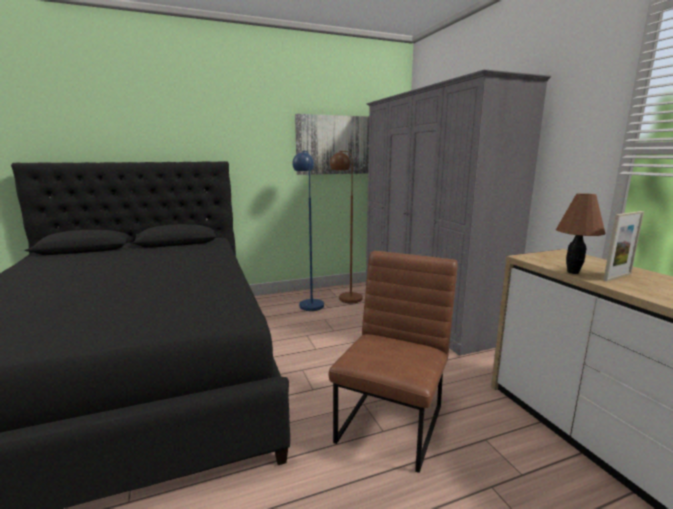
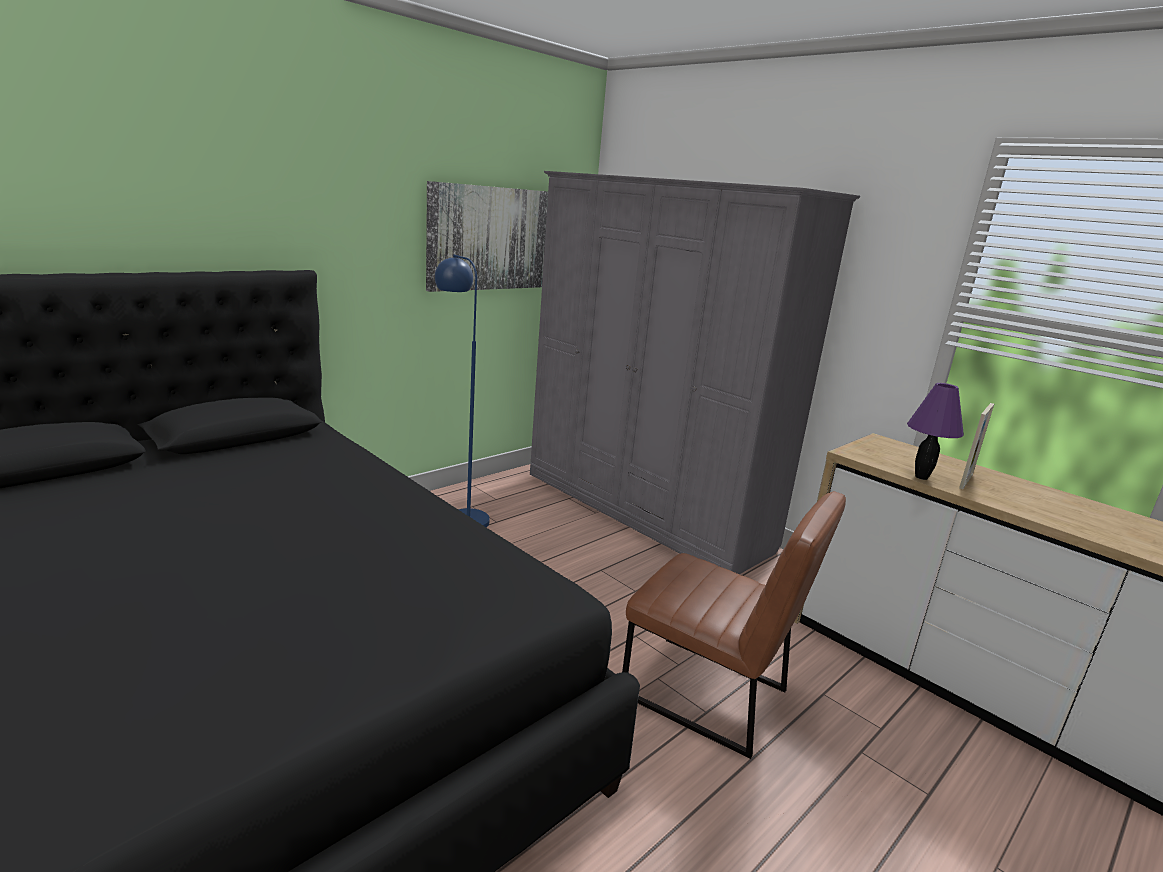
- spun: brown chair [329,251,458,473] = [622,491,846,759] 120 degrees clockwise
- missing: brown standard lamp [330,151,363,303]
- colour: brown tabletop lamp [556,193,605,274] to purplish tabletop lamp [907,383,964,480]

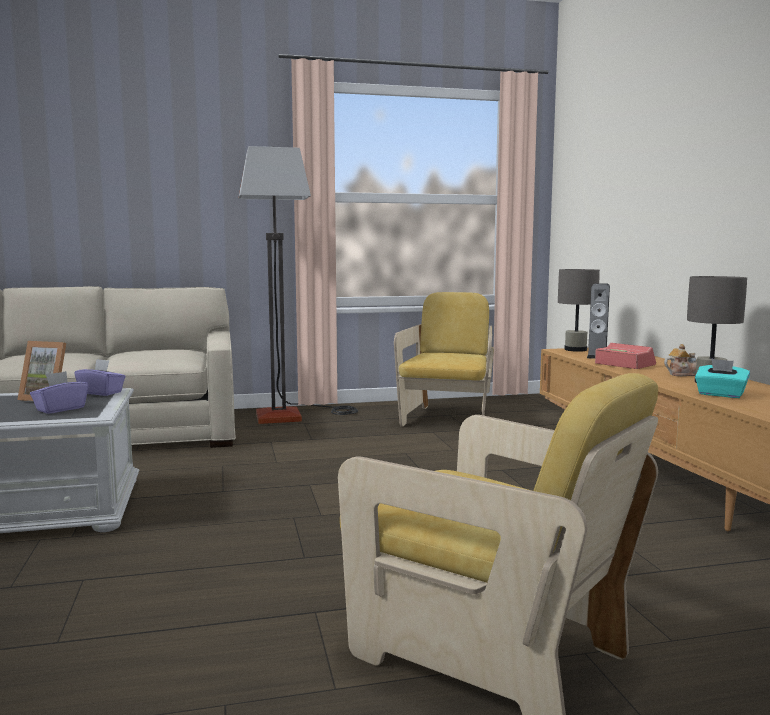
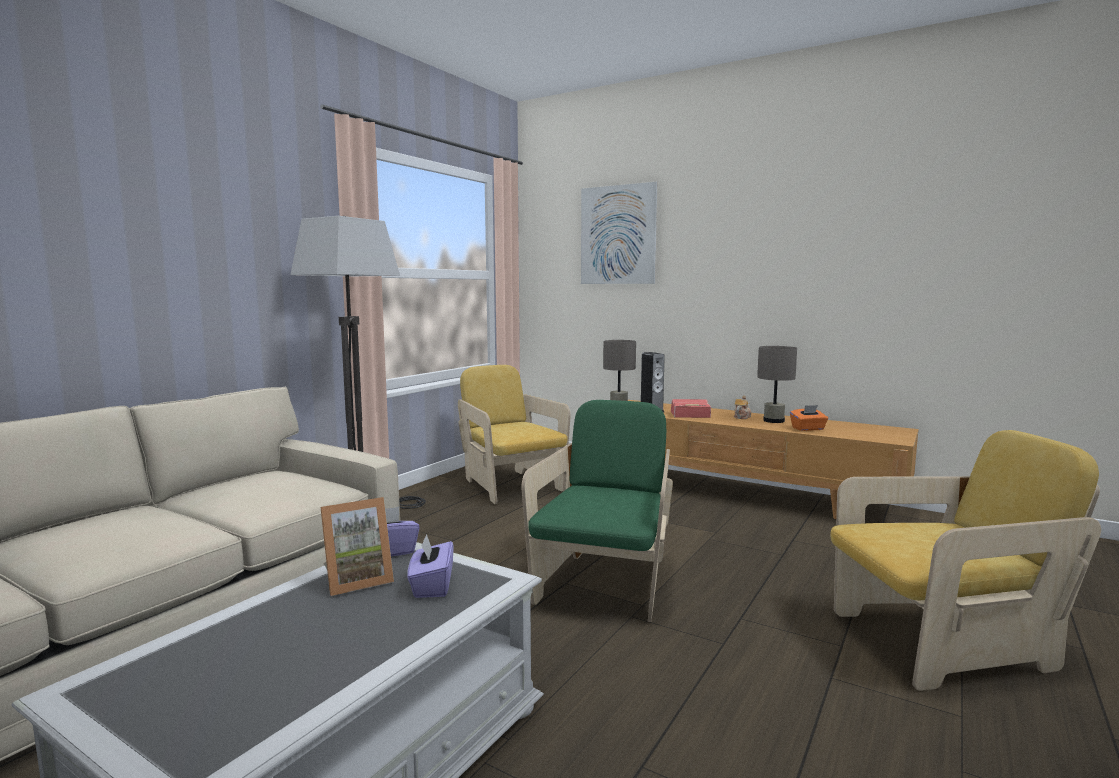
- colour: turquoise tissue box [695,359,750,398] to orange tissue box [790,405,828,431]
- appeared: green lounge chair [522,400,673,622]
- appeared: picture [581,182,657,284]

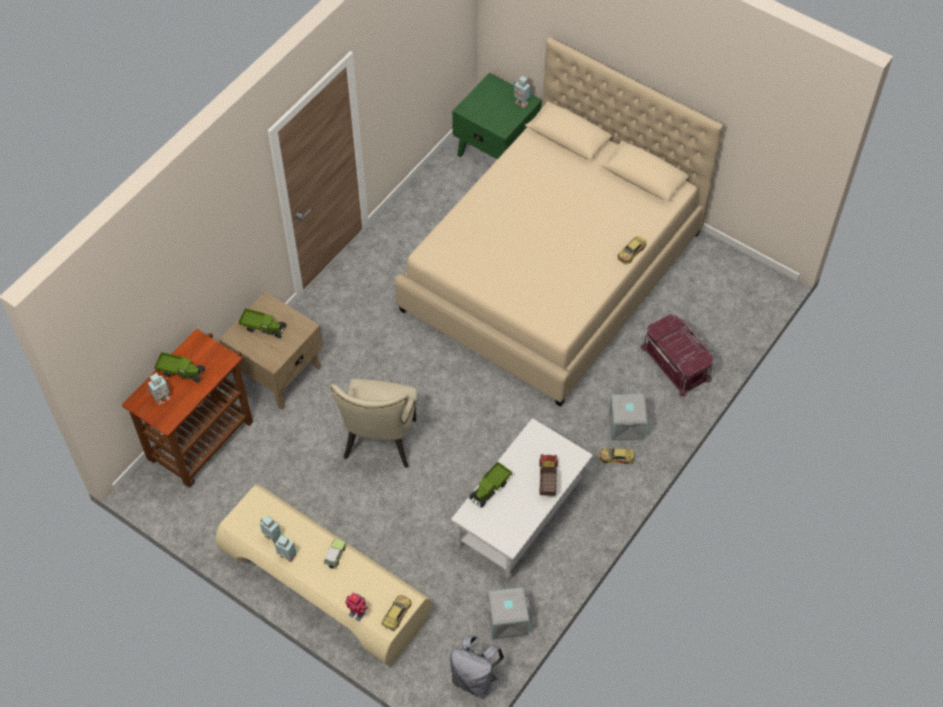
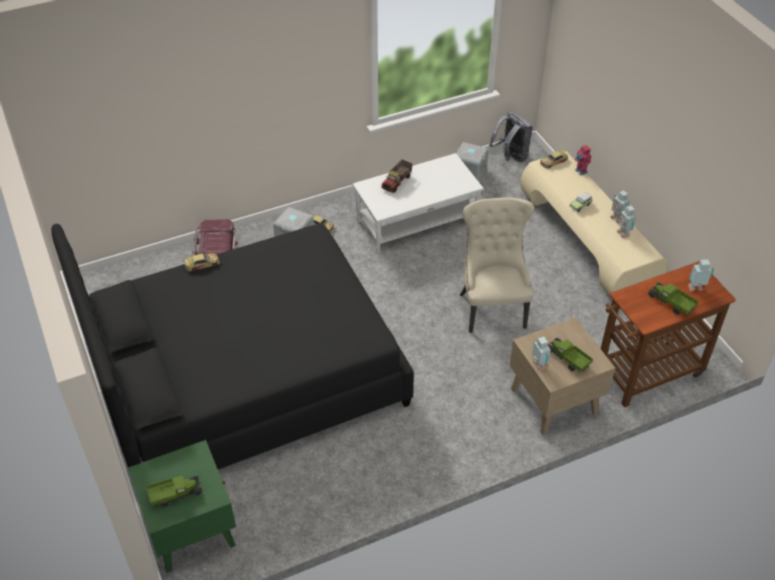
- spun: sand-coloured chair [330,379,417,468] = [460,198,534,333] 45 degrees counterclockwise
- colour: sand-coloured bedroom bed [395,38,723,407] to blackish bedroom bed [51,224,414,469]
- relocated: toy lorry [469,462,512,508] to [146,476,203,507]
- relocated: toy robot [514,76,531,109] to [532,337,551,371]

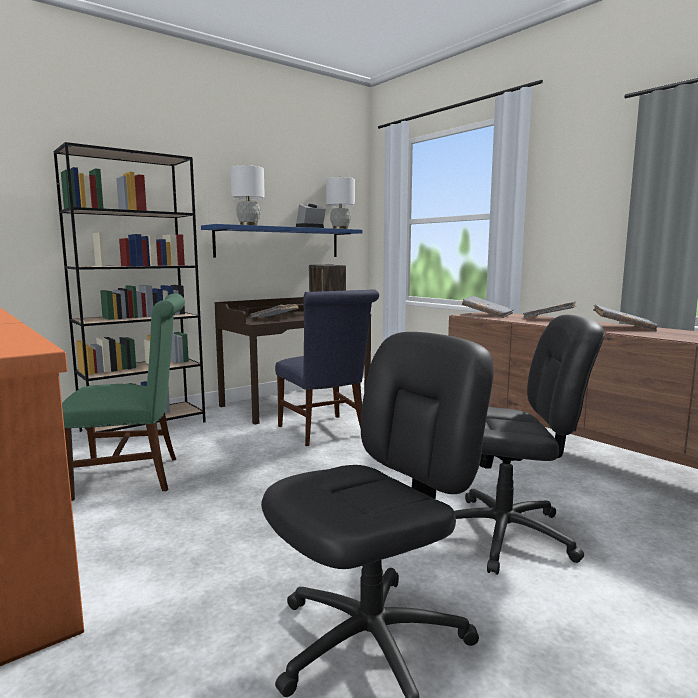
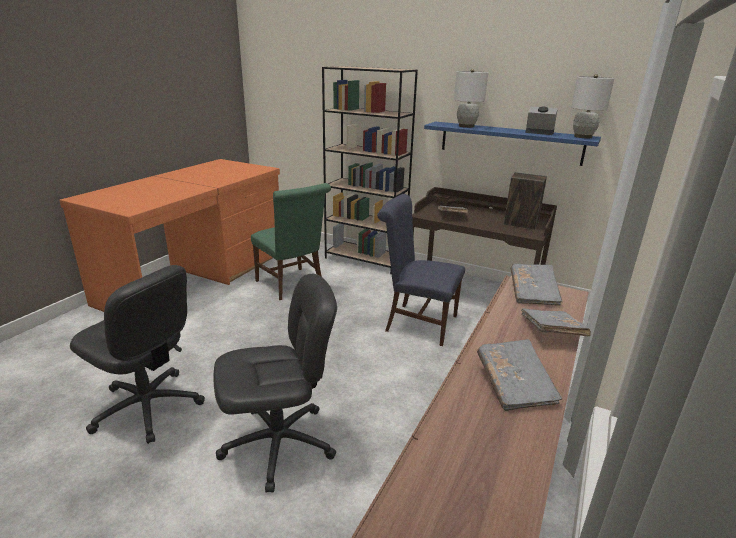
- spun: bluish chair [275,289,379,446] = [377,194,465,346] 75 degrees clockwise
- spun: blackish computer chair [454,315,605,575] = [213,274,337,493] 90 degrees counterclockwise

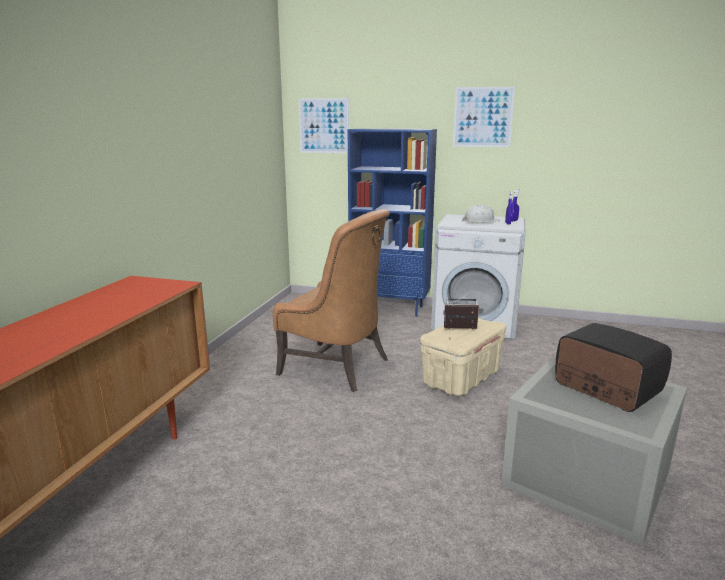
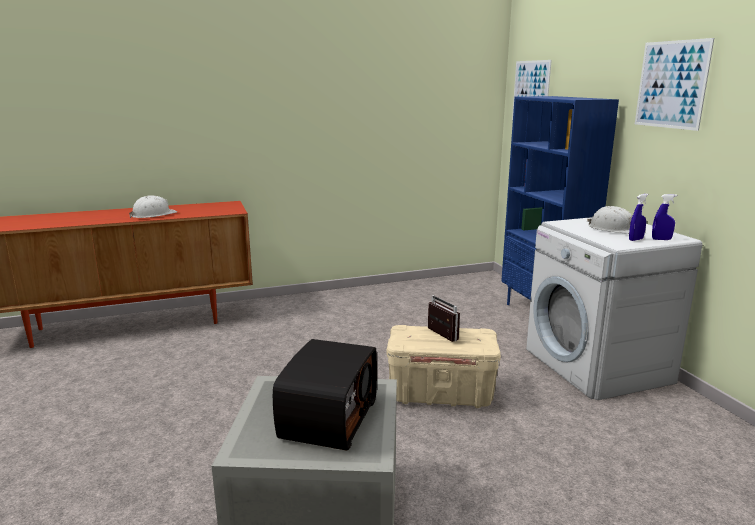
- missing: brown chair [273,209,390,392]
- appeared: white work helmet [129,195,177,218]

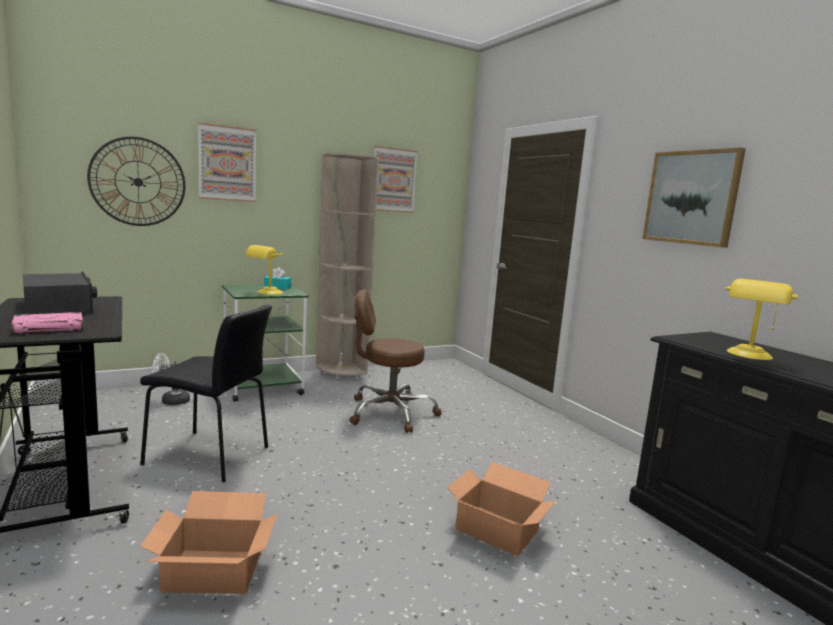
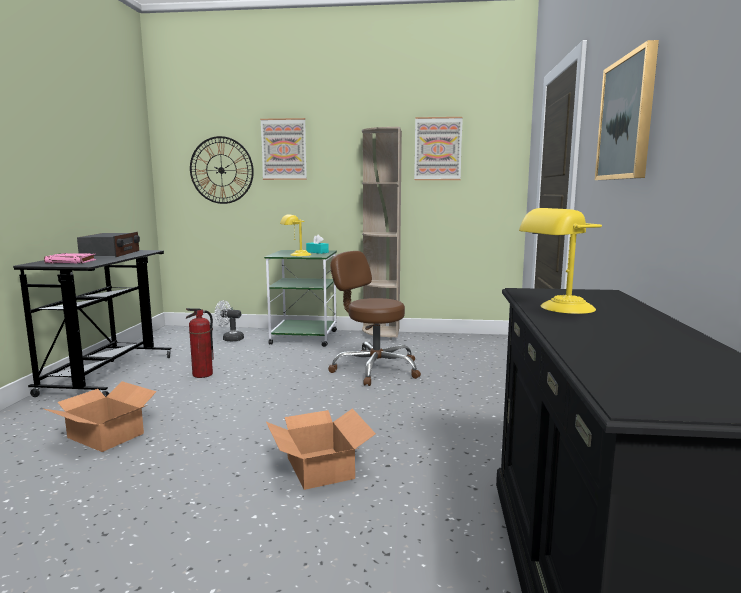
- exchanged: blackish chair [140,305,272,482] to extinguisher [186,308,214,378]

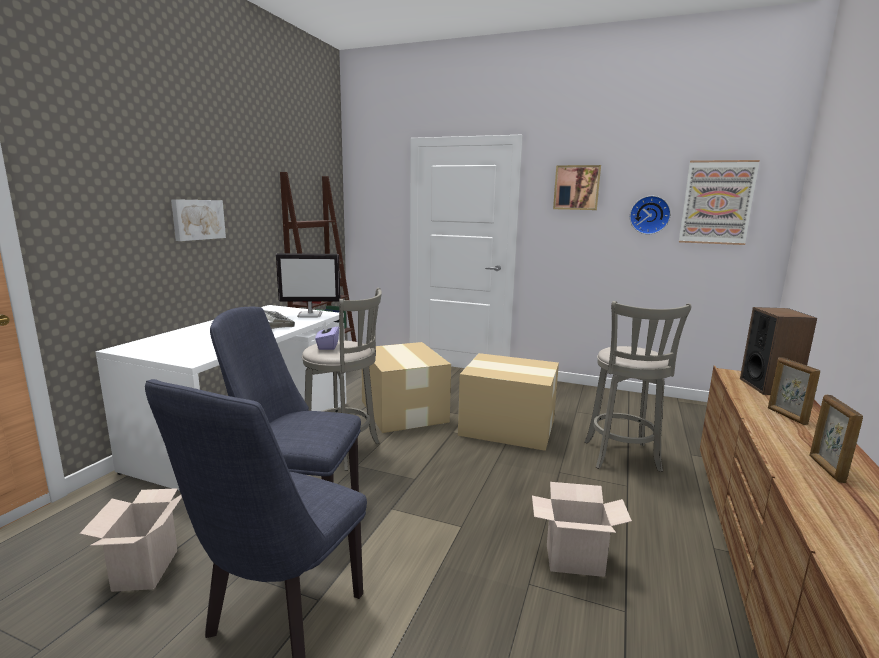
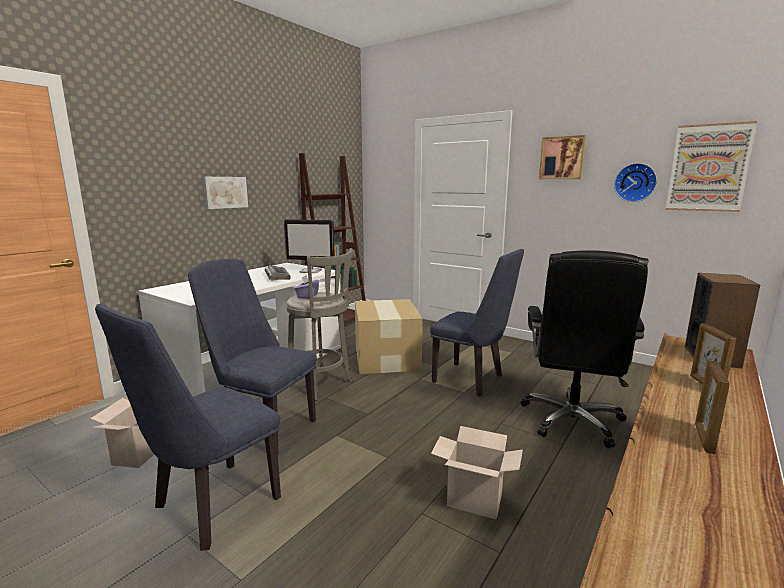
- exchanged: cardboard box [458,353,559,451] to bluish chair [430,249,524,396]
- exchanged: gray sitting stool [584,301,692,472] to blackish computer chair [520,250,649,448]

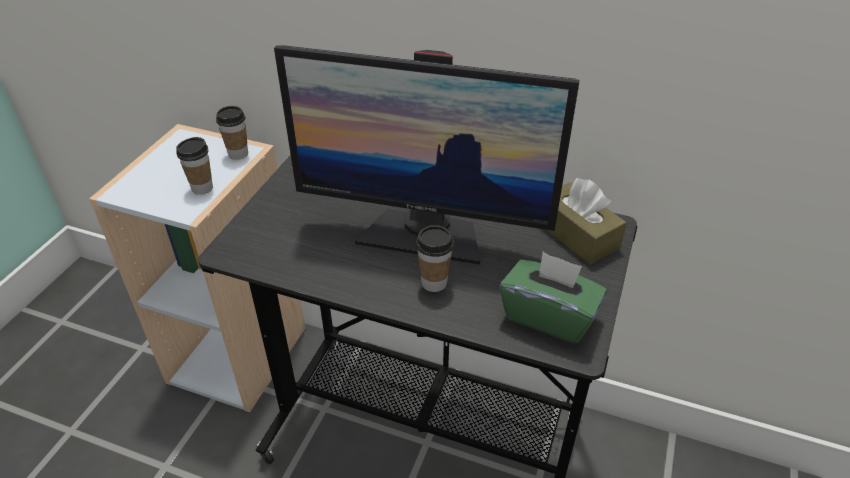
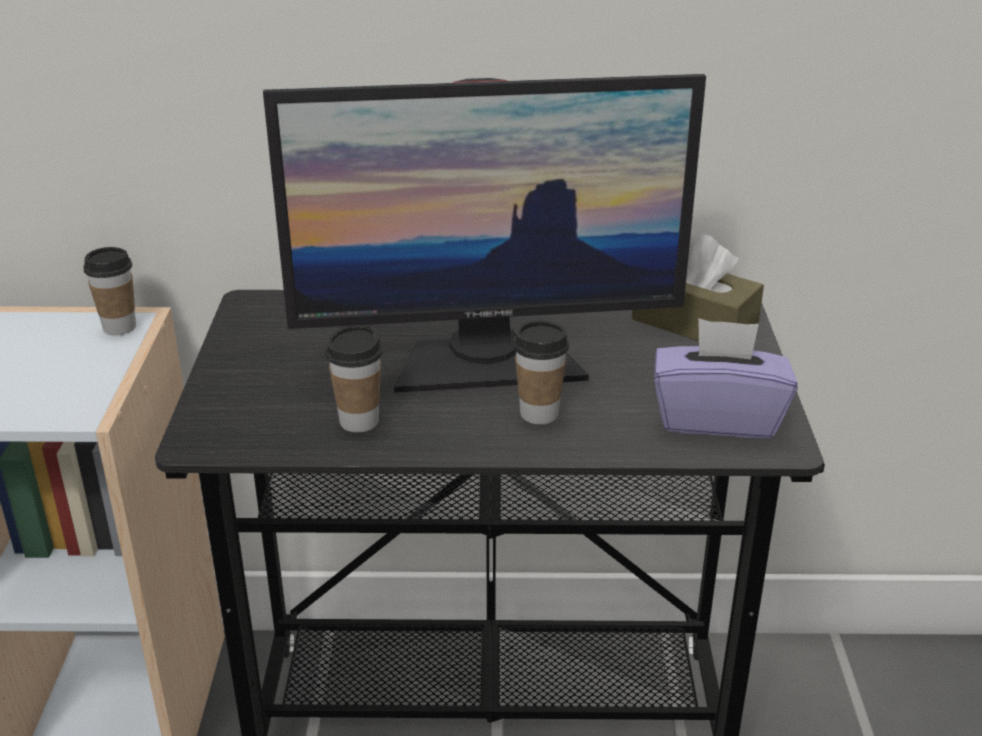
- relocated: small cup [176,137,213,195] to [326,325,383,433]
- colour: green tissue box [500,252,607,344] to purplish tissue box [654,319,798,439]

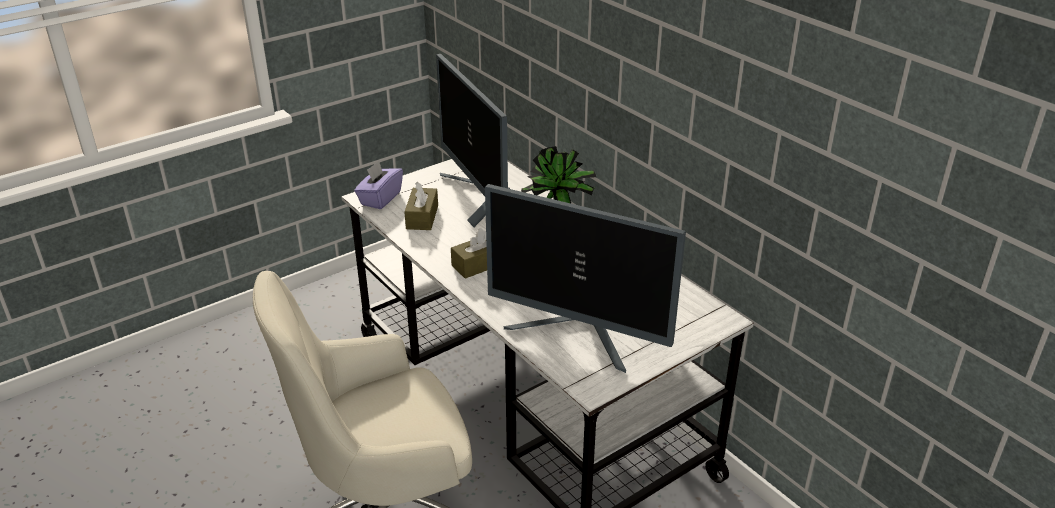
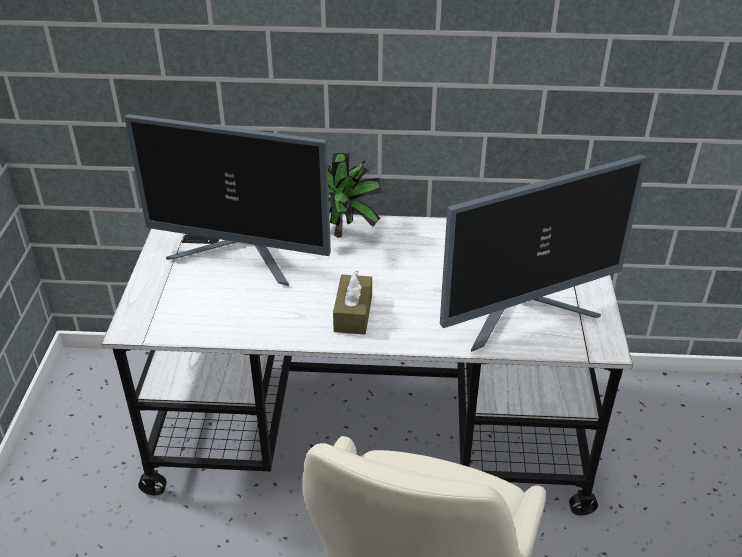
- missing: purplish tissue box [354,161,403,209]
- missing: brown tissue box [404,182,438,230]

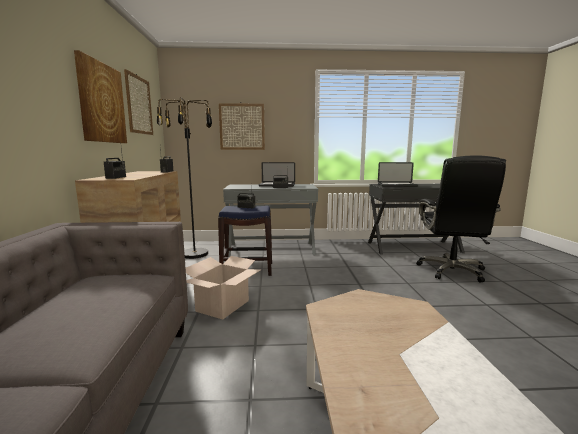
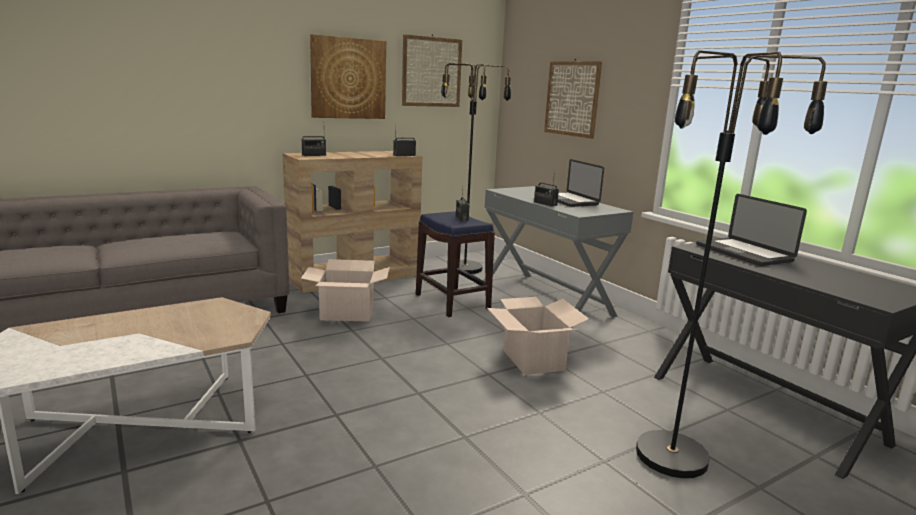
- exchanged: blackish computer chair [416,156,506,283] to standard lamp [636,50,827,478]
- appeared: cardboard box [487,297,589,375]

